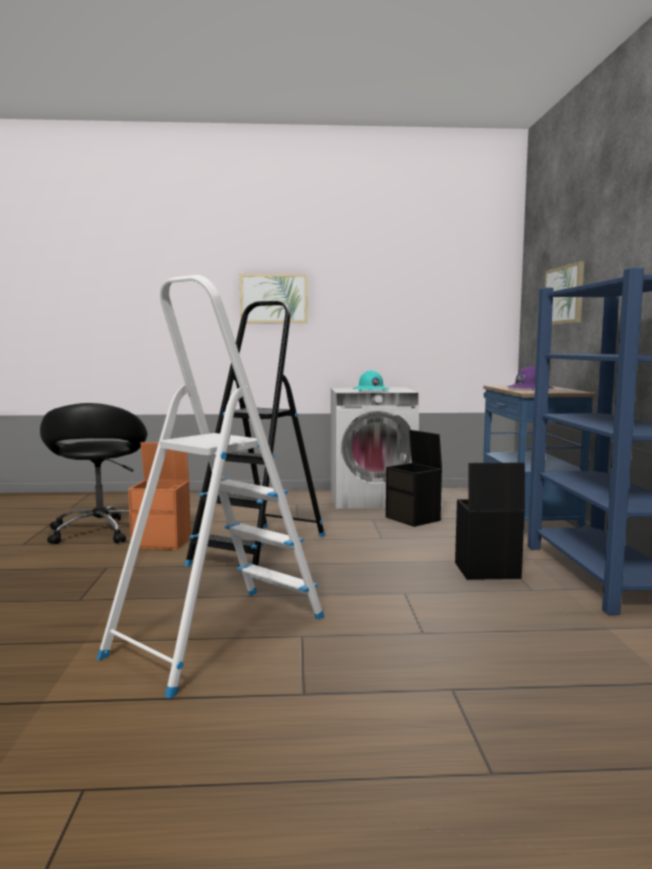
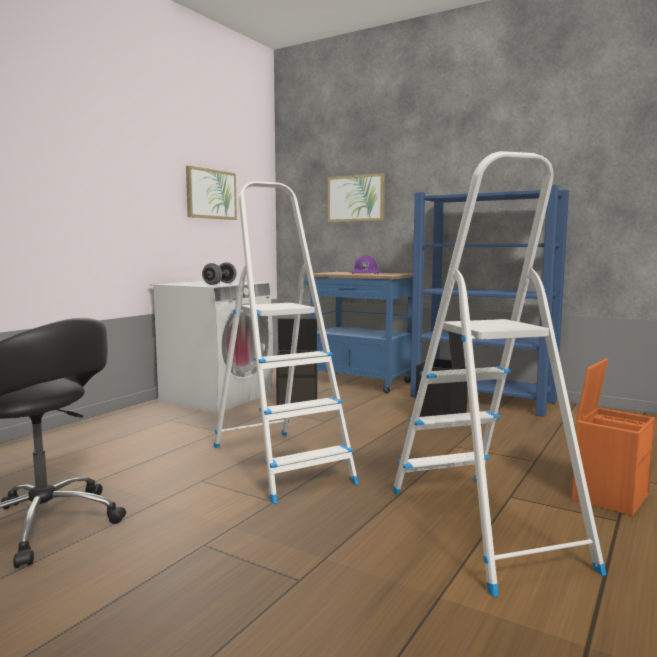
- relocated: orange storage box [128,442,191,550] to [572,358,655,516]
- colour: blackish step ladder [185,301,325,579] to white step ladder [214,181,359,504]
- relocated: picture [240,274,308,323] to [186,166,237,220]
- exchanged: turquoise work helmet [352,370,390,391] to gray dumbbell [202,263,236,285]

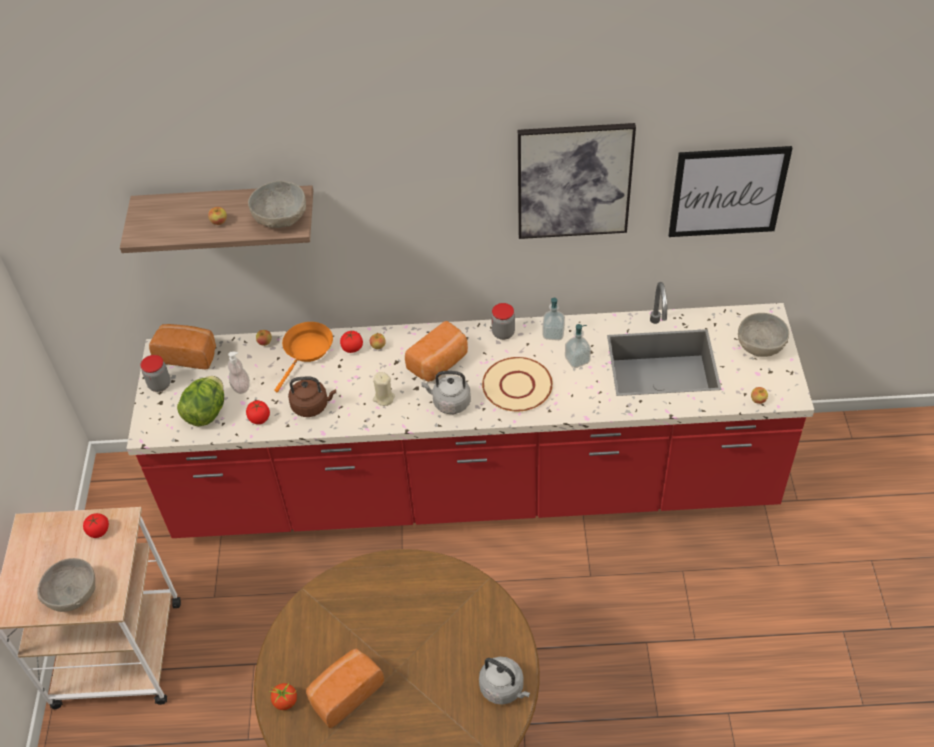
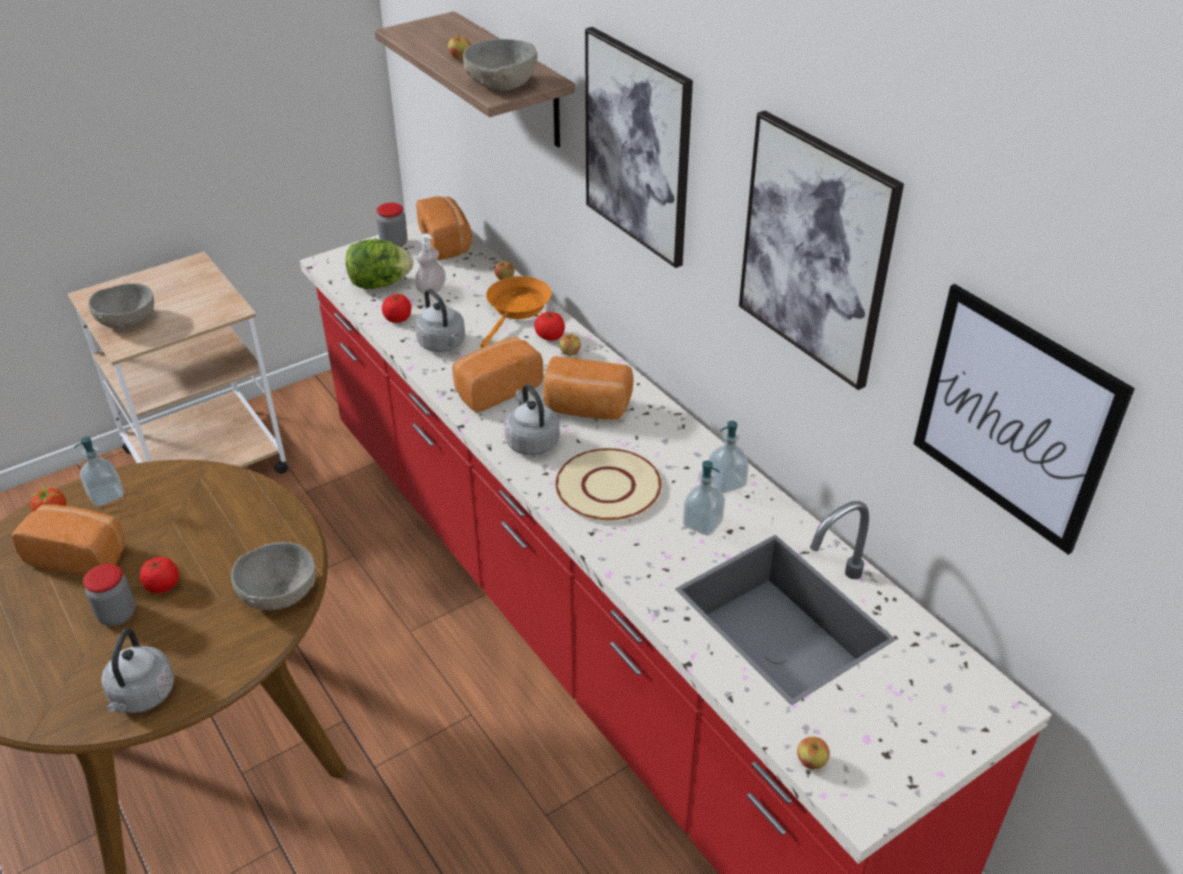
- relocated: whole tomato [83,513,109,538] to [140,557,179,593]
- spun: orange frying pan [274,322,333,392] = [480,276,552,348] 60 degrees counterclockwise
- colour: brown kettle [288,377,336,417] to gray kettle [415,289,465,352]
- exchanged: sand-coloured candle [373,372,395,406] to baked bread [452,337,543,413]
- relocated: preserve jar [491,303,515,340] to [83,564,136,626]
- relocated: gray bowl [738,313,789,357] to [231,542,316,611]
- appeared: soap dispenser [74,436,124,506]
- appeared: picture [585,27,693,268]

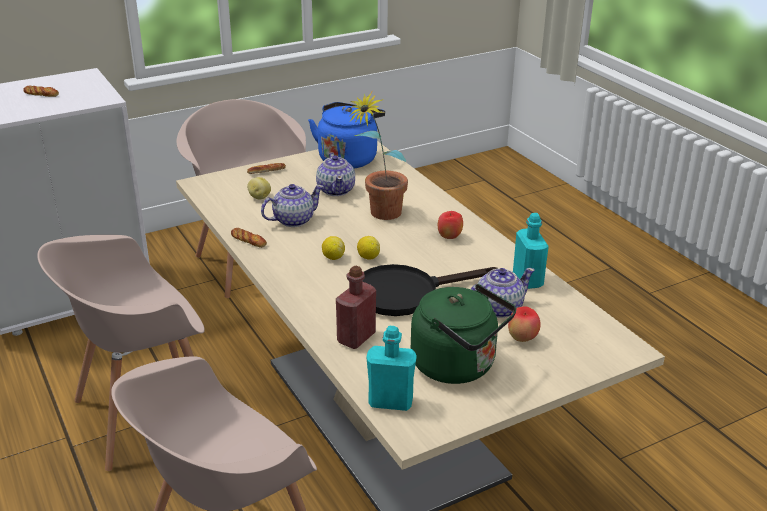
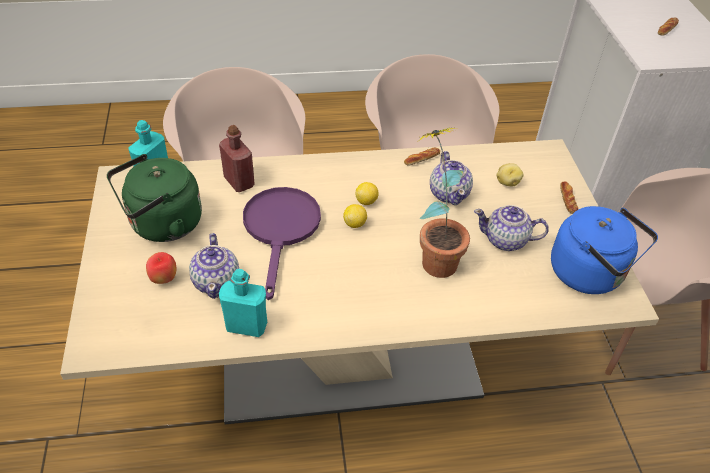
- colour: blackish frying pan [362,264,498,316] to purplish frying pan [243,187,321,300]
- missing: apple fruit [438,211,463,239]

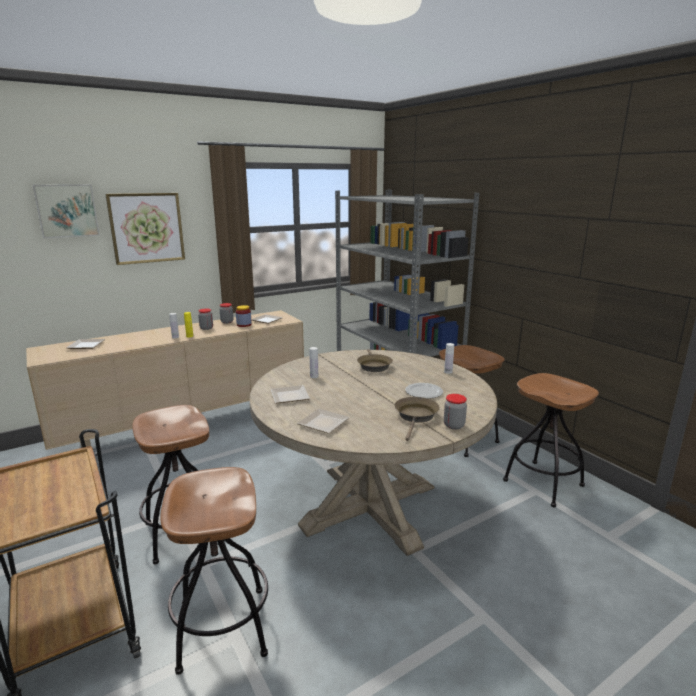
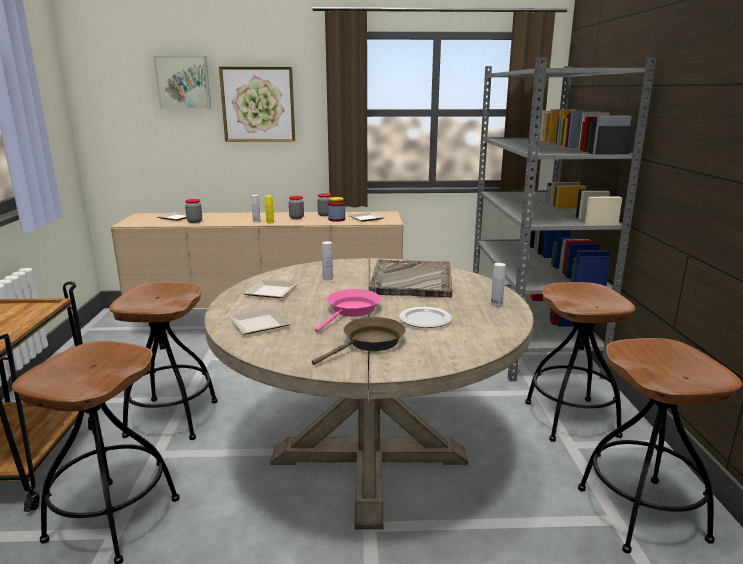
- exchanged: brown frying pan [357,349,393,372] to gray serving tray [369,260,453,298]
- relocated: preserve jar [444,394,467,429] to [185,199,202,223]
- appeared: pink frying pan [315,289,381,332]

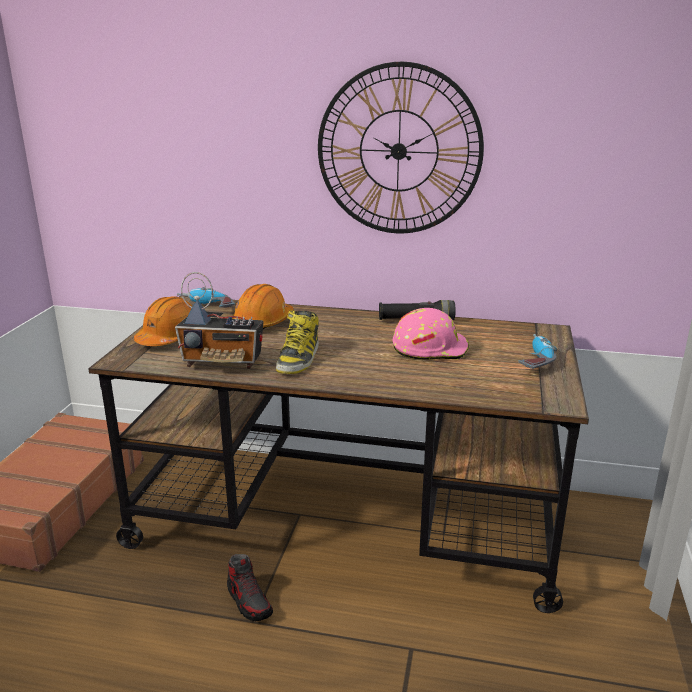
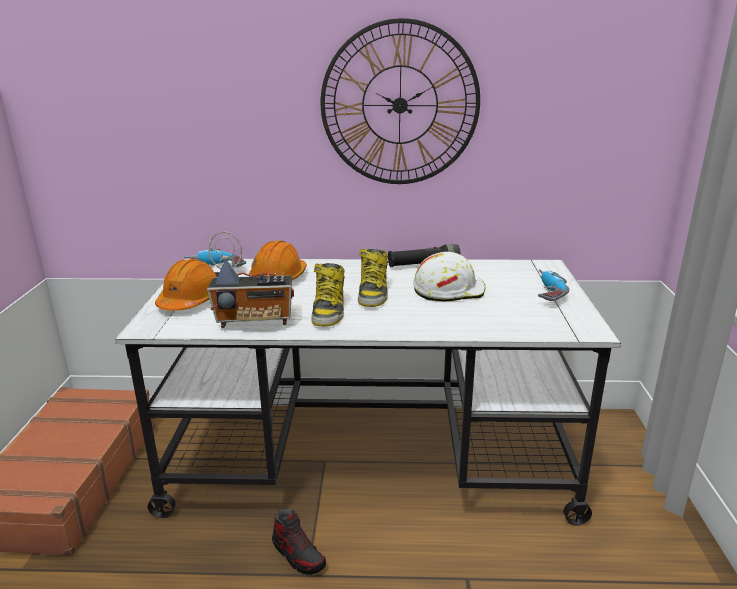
- colour: brown desk table [88,296,589,613] to white desk table [115,259,621,525]
- colour: pink work helmet [392,308,469,360] to white work helmet [413,252,485,301]
- appeared: high-top boot [358,249,388,307]

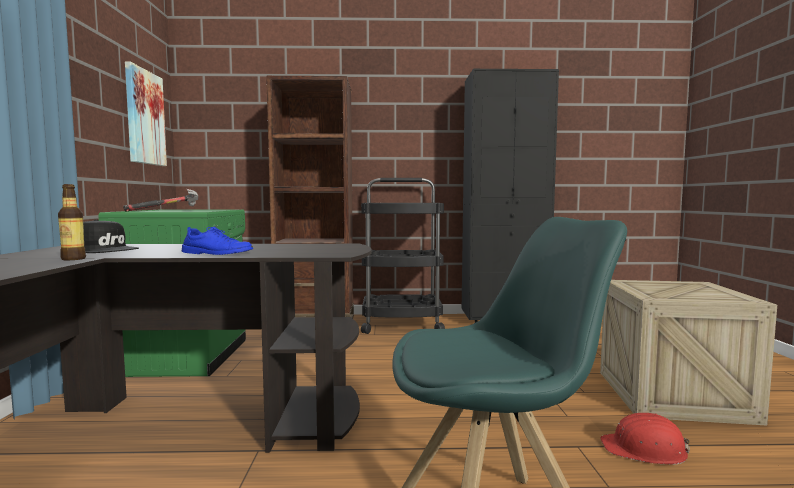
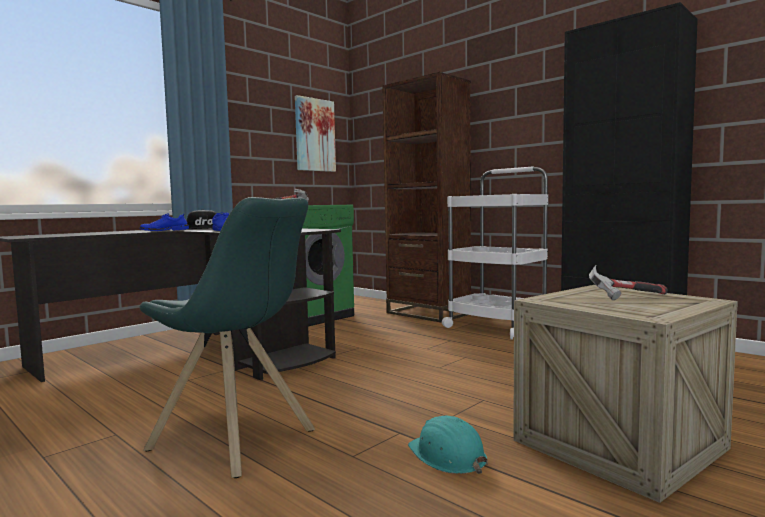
- exchanged: drink bottle [58,184,86,260] to bluish item of footwear [140,214,189,231]
- colour: blackish cart [361,178,445,334] to white cart [442,166,549,340]
- colour: red work helmet [600,413,690,465] to turquoise work helmet [408,416,488,474]
- appeared: tool hammer [589,265,668,300]

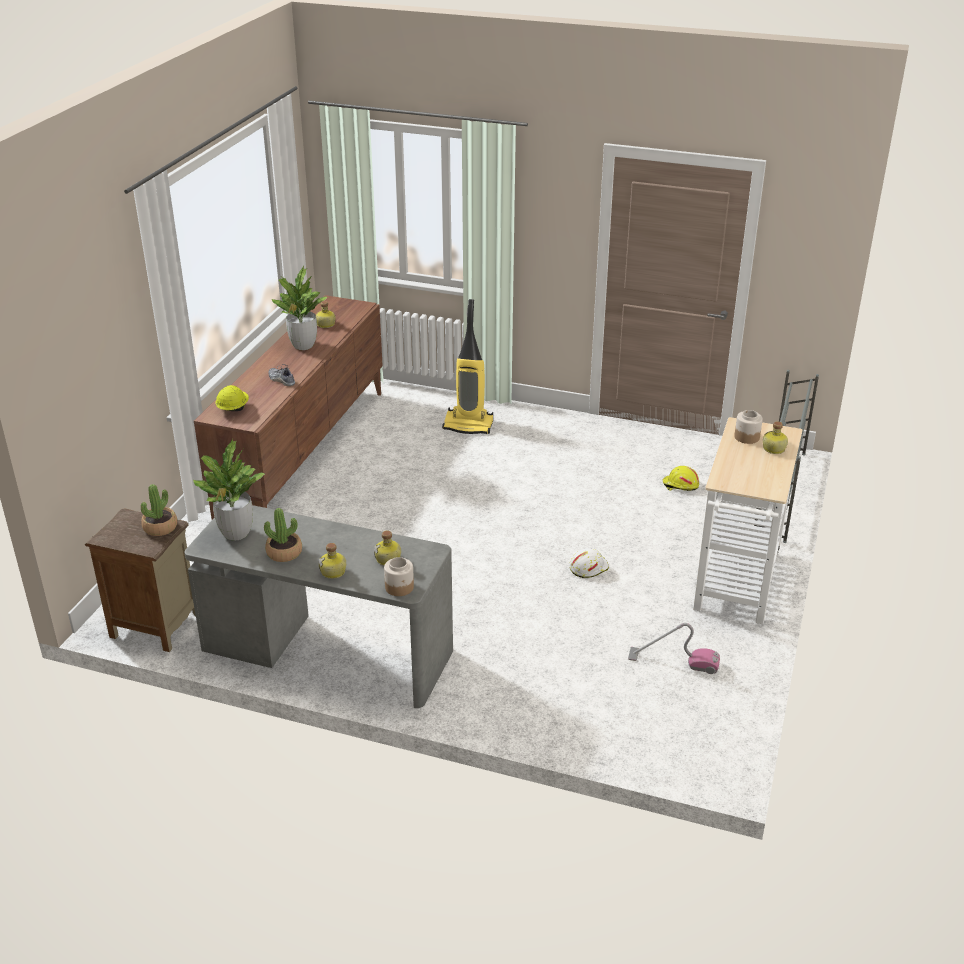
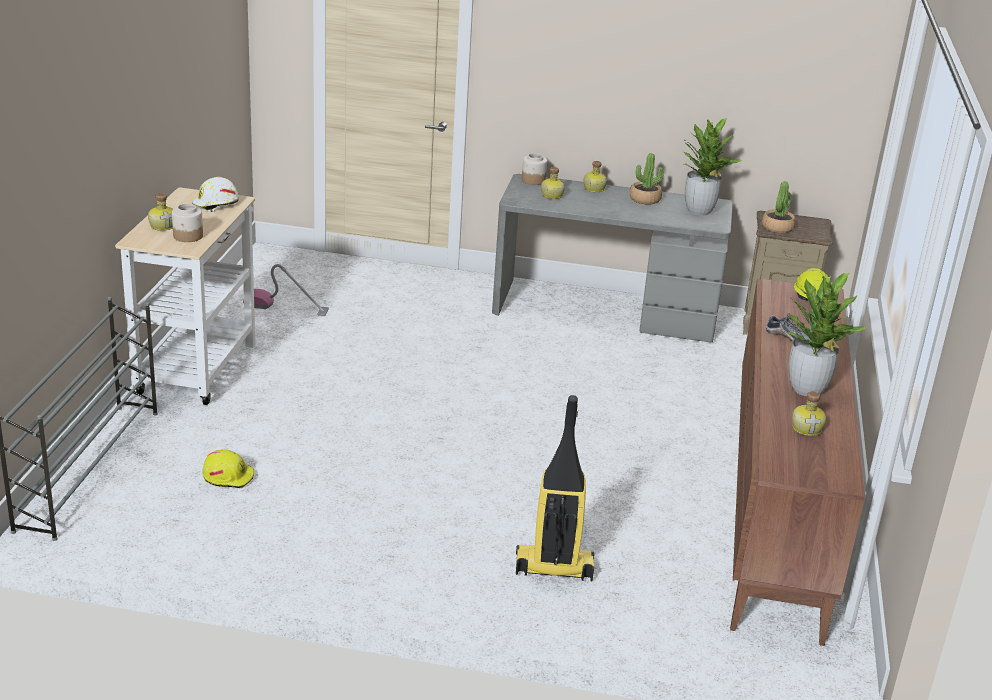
- relocated: white work helmet [569,548,609,578] to [192,177,239,212]

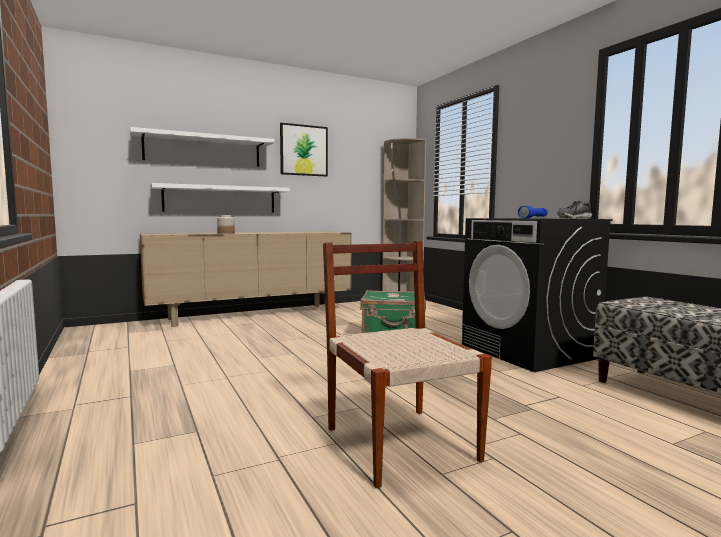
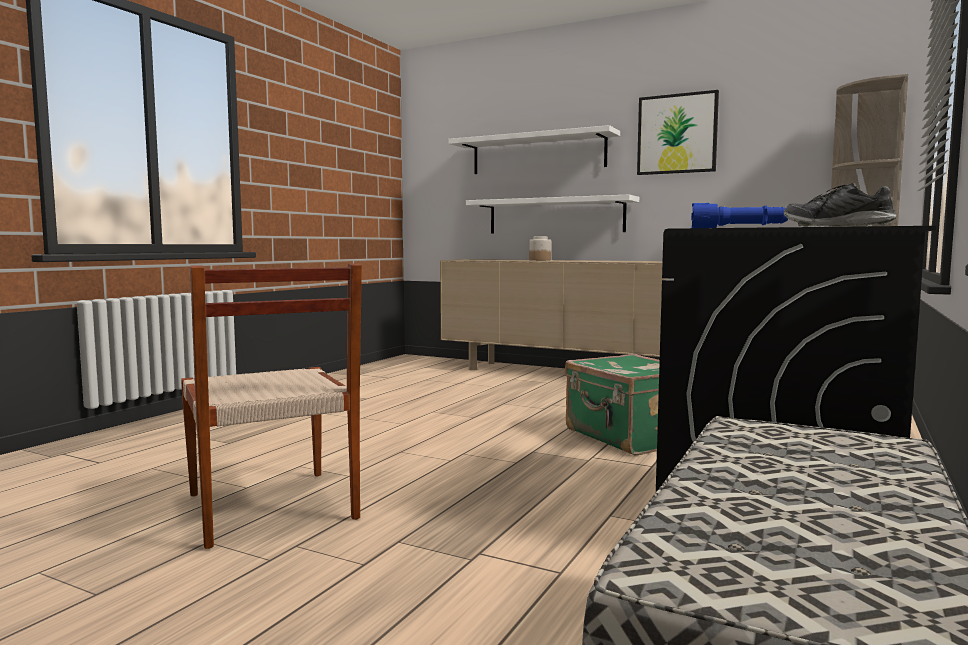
- spun: chair [323,241,492,488] = [181,263,362,549] 120 degrees clockwise

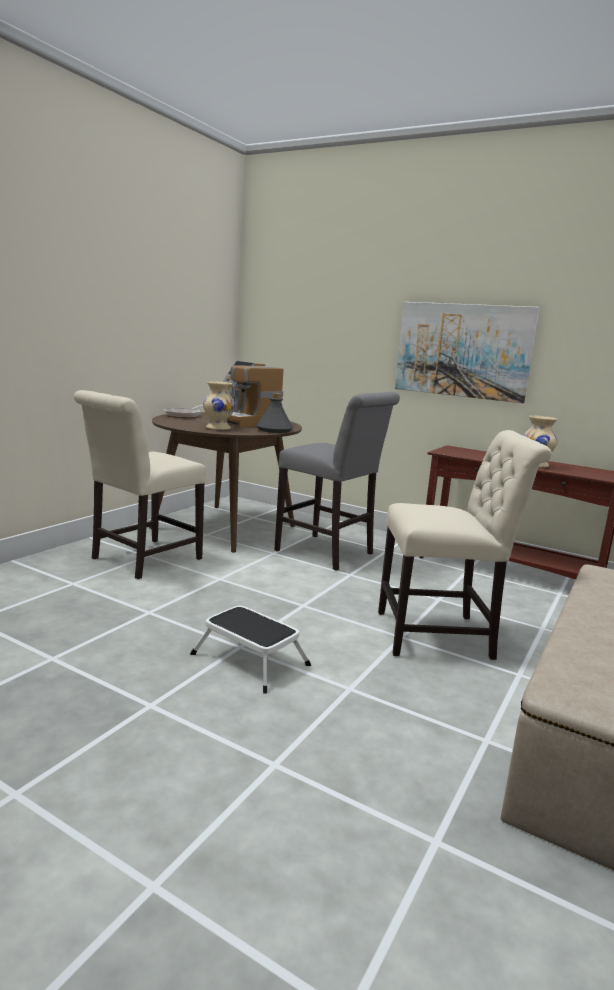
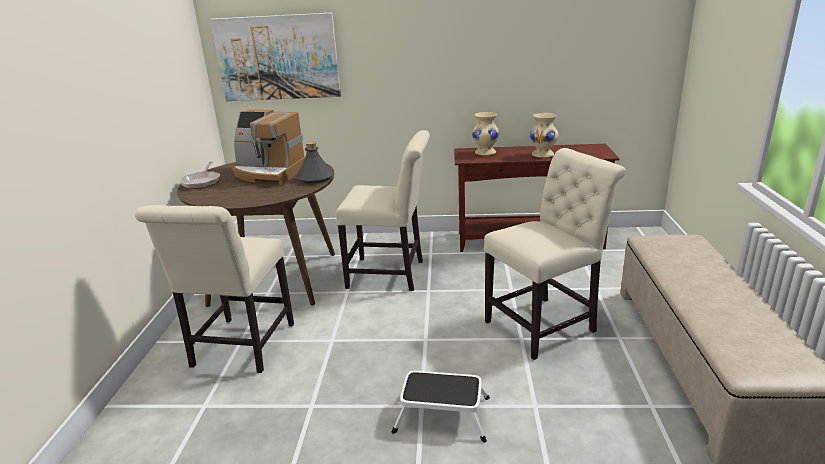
- relocated: sand-coloured flower vase [203,381,235,430] to [472,112,500,156]
- exchanged: gray sitting stool [275,392,400,571] to sand-coloured chair [336,130,430,291]
- relocated: picture [395,302,539,403] to [210,13,341,101]

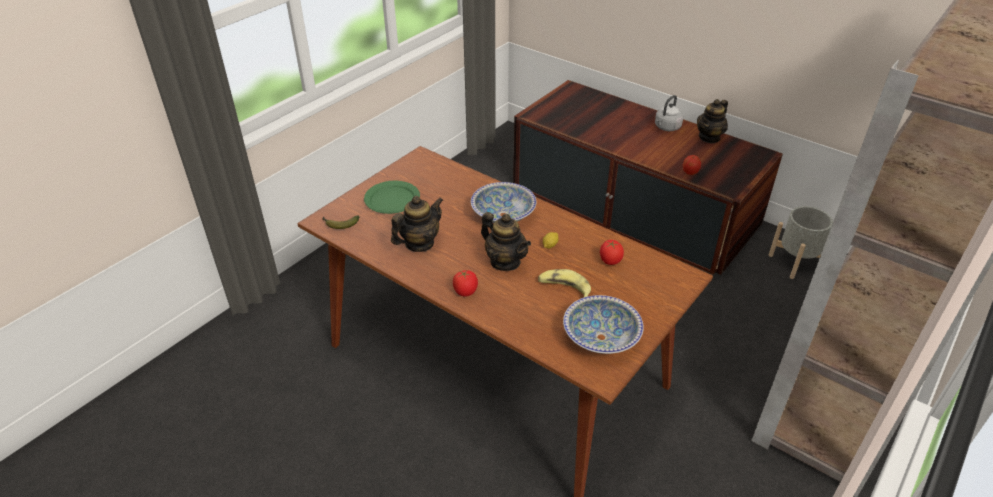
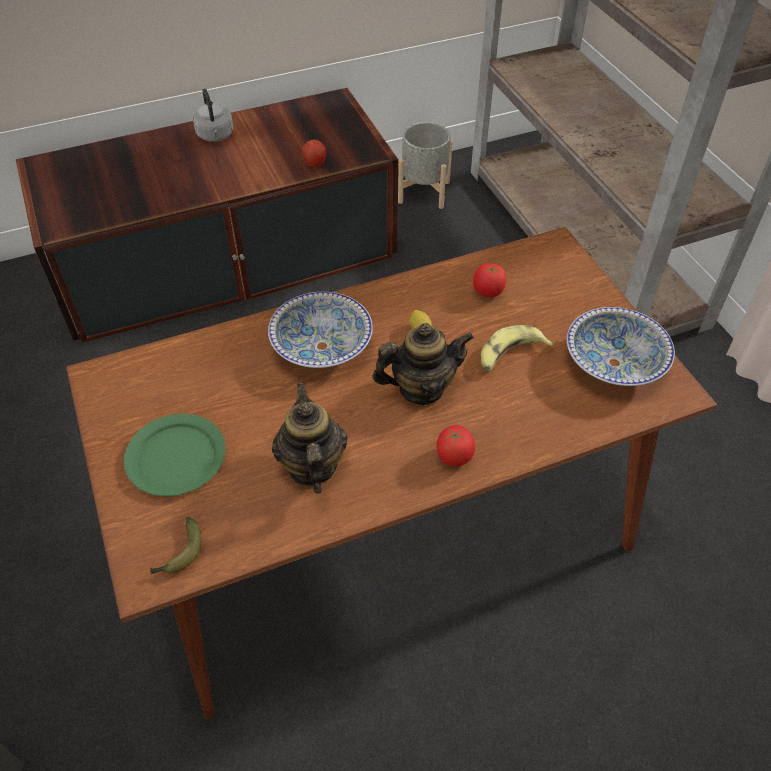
- missing: pot for tea [697,99,728,144]

